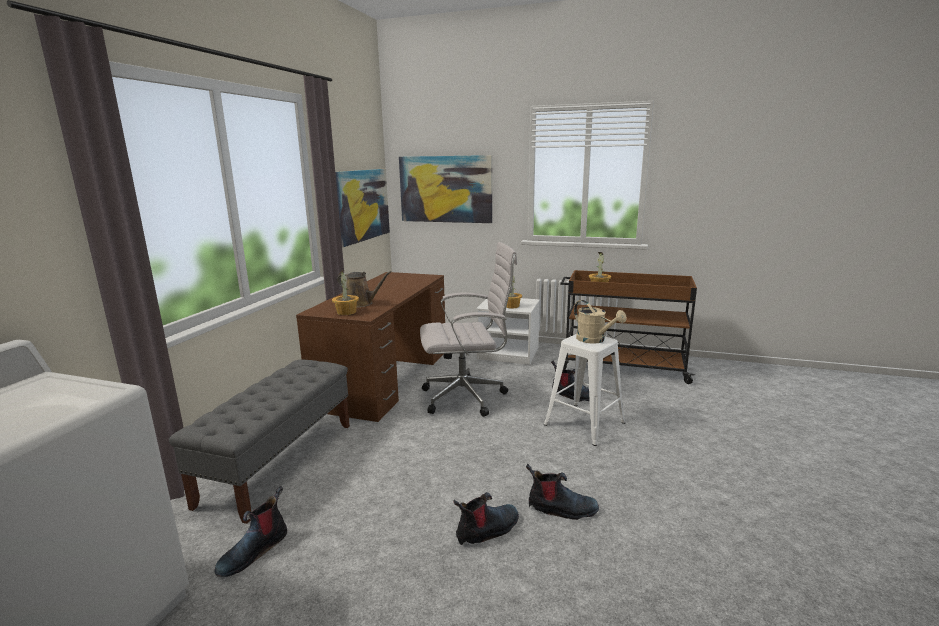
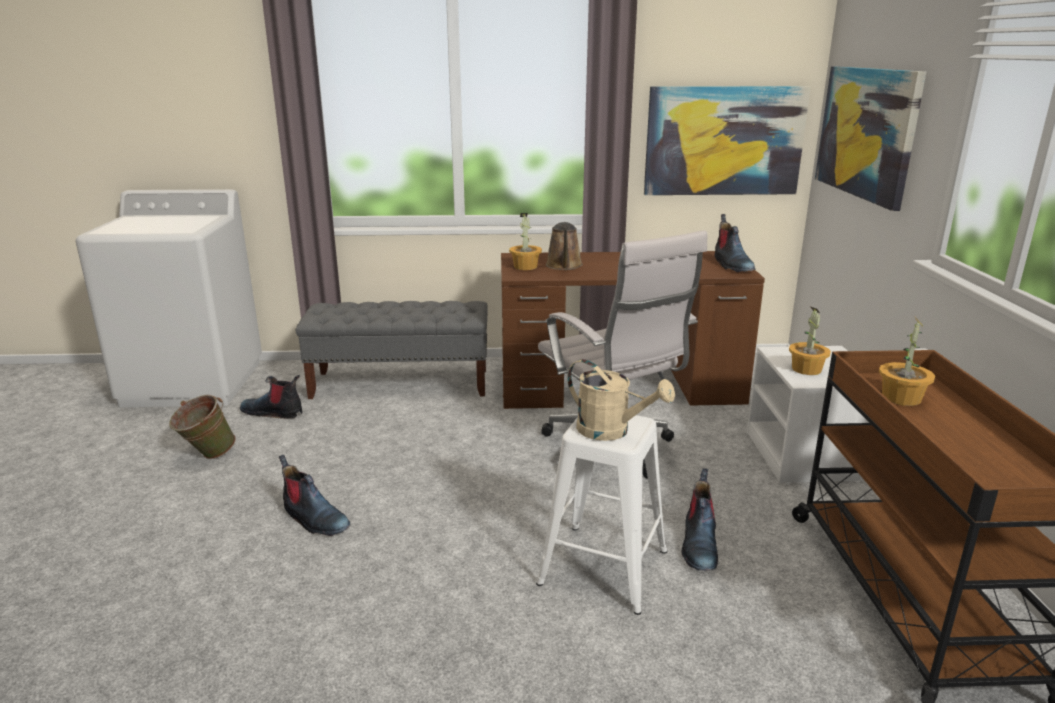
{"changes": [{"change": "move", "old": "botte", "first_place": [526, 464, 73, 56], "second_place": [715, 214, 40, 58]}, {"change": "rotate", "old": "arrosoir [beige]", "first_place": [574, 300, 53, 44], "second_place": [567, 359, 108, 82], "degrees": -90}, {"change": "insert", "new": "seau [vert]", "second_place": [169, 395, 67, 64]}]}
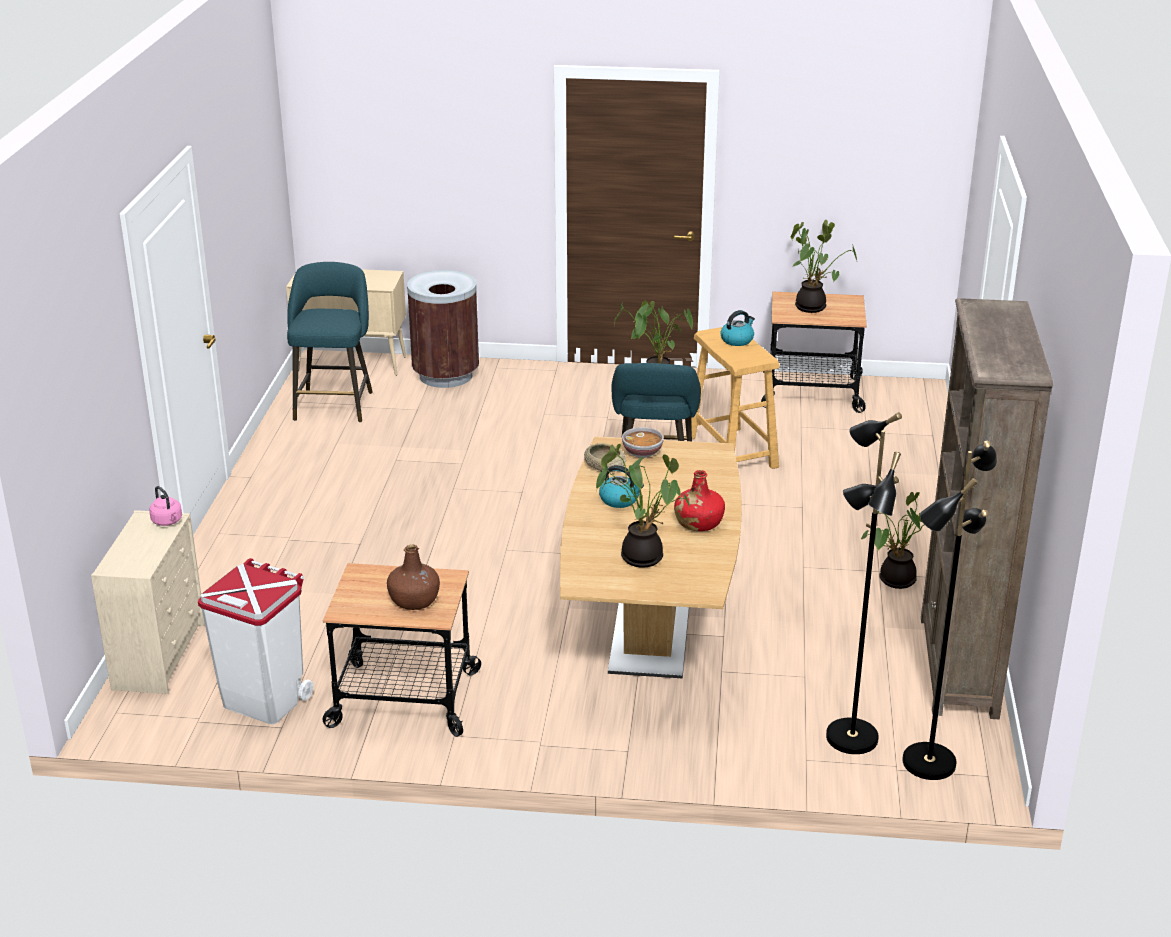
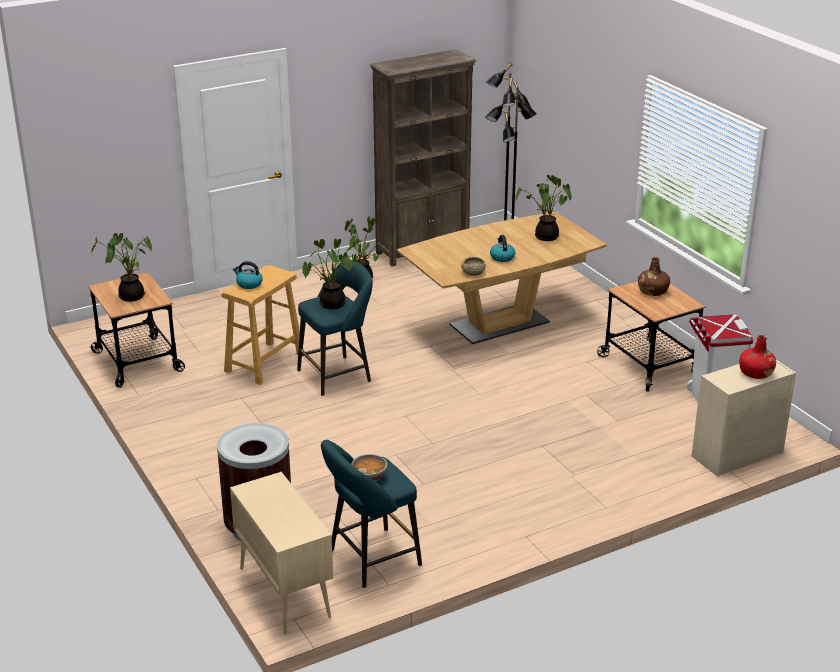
{"changes": [{"change": "delete", "old": "bouilloire [rose]", "first_place": [149, 486, 33, 40]}, {"change": "move", "old": "bol", "first_place": [622, 427, 42, 31], "second_place": [351, 454, 36, 27]}, {"change": "move", "old": "bouteille [rouge]", "first_place": [674, 470, 51, 61], "second_place": [739, 335, 37, 44]}]}
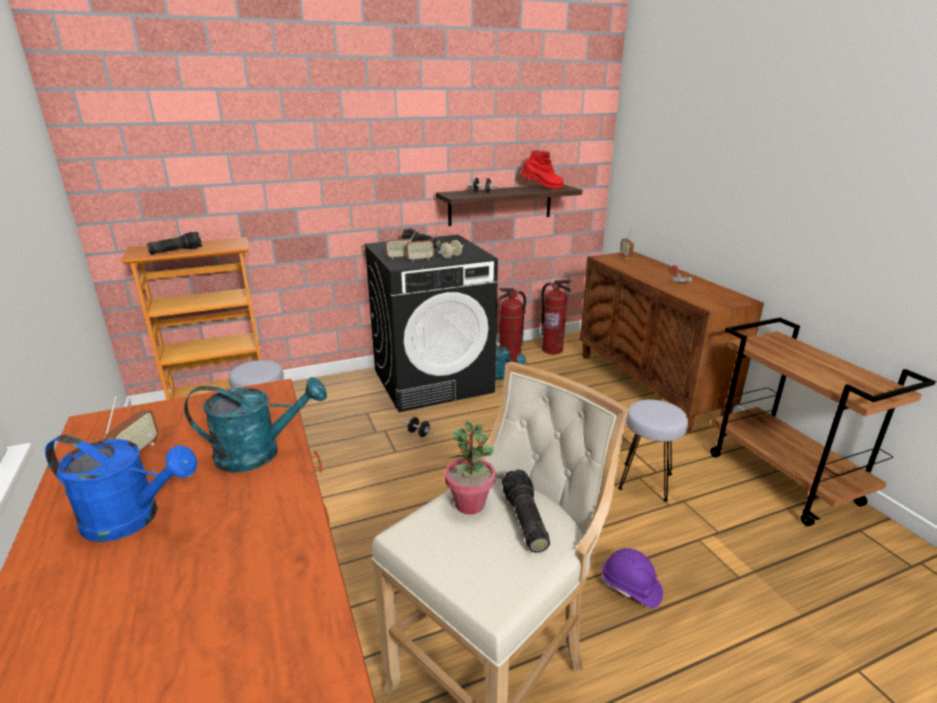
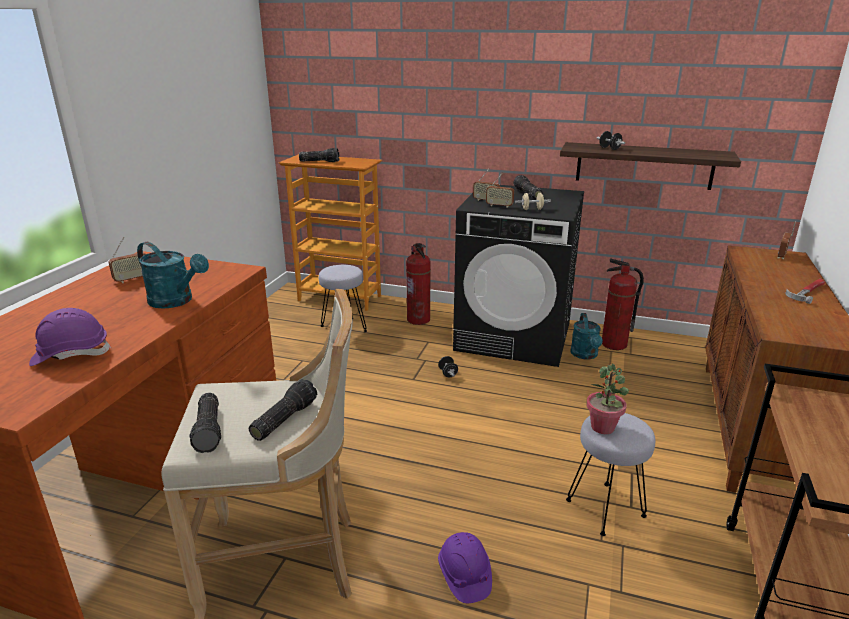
{"changes": [{"change": "delete", "old": "arrosoir [bleu]", "first_place": [45, 435, 153, 107]}, {"change": "move", "old": "plante en pot", "first_place": [445, 421, 51, 94], "second_place": [586, 363, 43, 71]}, {"change": "delete", "old": "botte [rouge]", "first_place": [521, 150, 43, 39]}, {"change": "move", "old": "extincteur", "first_place": [541, 280, 30, 74], "second_place": [406, 243, 25, 82]}, {"change": "insert", "new": "casque de chantier [violet]", "second_place": [29, 308, 83, 58]}, {"change": "insert", "new": "lampe de poche", "second_place": [189, 393, 32, 60]}]}
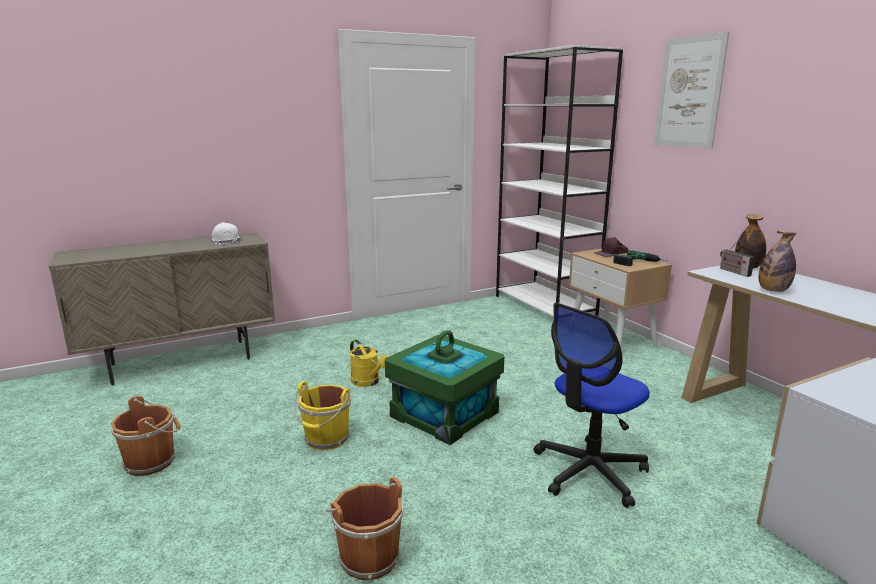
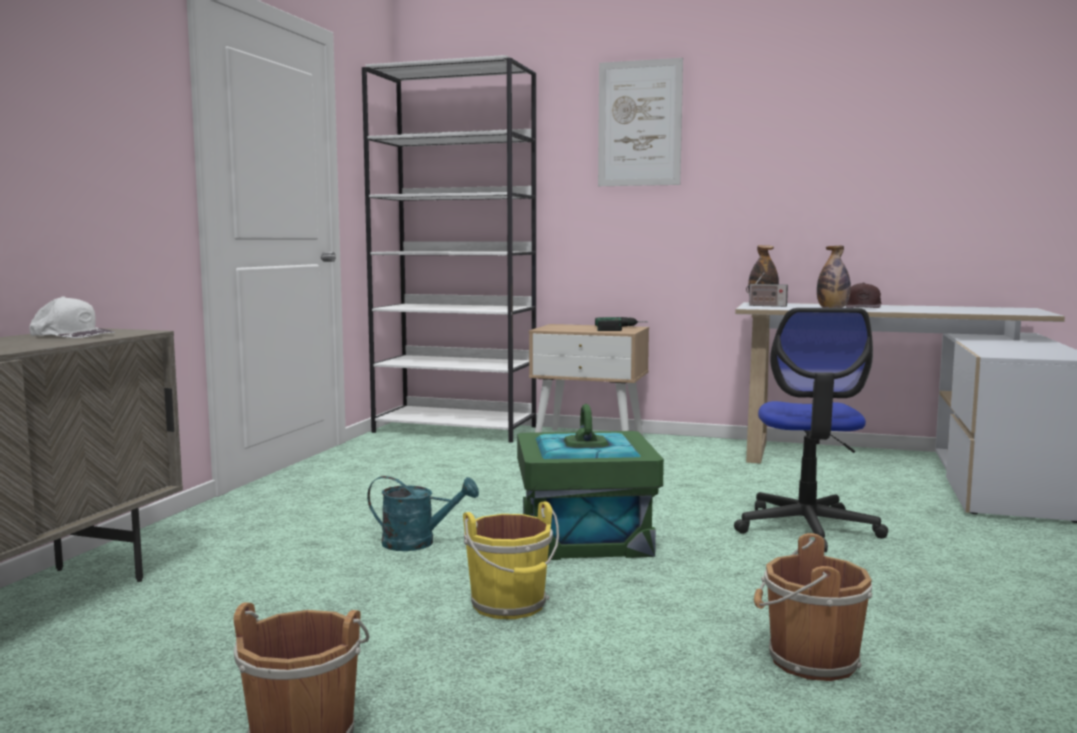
{"changes": [{"change": "recolor", "old": "arrosoir [jaune]", "new": "arrosoir [turquoise]", "first_place": [350, 340, 39, 47], "second_place": [367, 476, 112, 75]}, {"change": "move", "old": "casquette [marron]", "first_place": [594, 237, 34, 20], "second_place": [846, 283, 35, 25]}]}
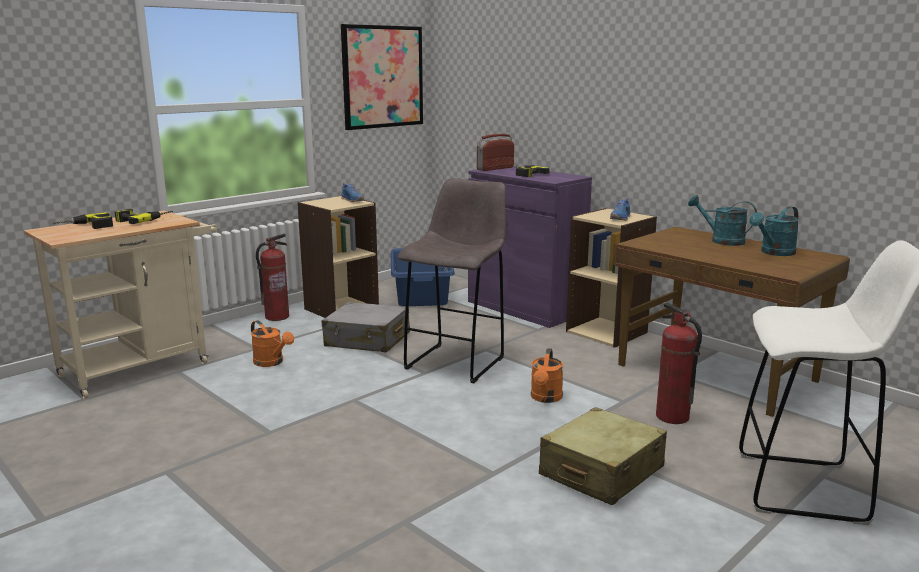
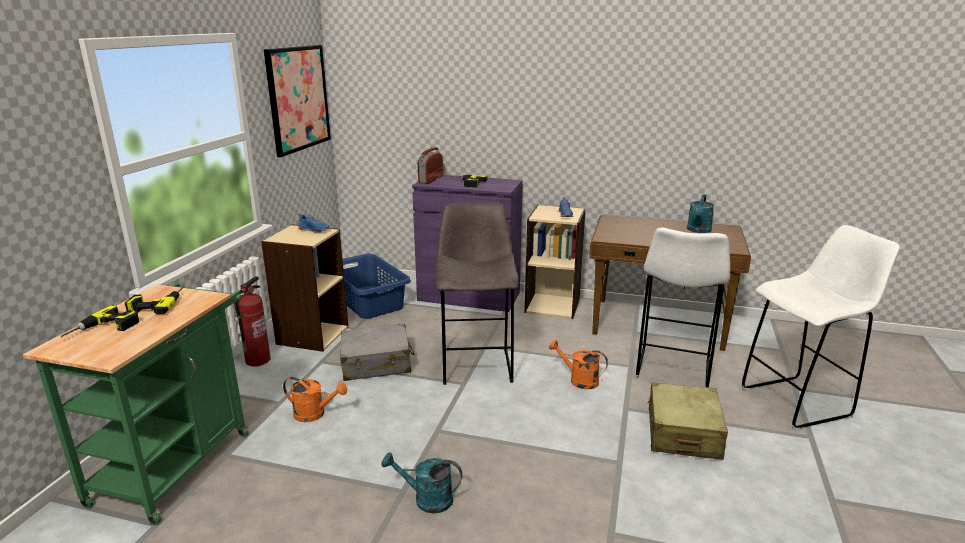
{"changes": [{"change": "recolor", "old": "chariot [beige]", "new": "chariot [vert]", "first_place": [24, 210, 193, 189], "second_place": [23, 284, 226, 241]}, {"change": "rotate", "old": "arrosoir [orange]", "first_place": [531, 348, 32, 55], "second_place": [549, 340, 59, 49], "degrees": 135}, {"change": "replace", "old": "extincteur", "new": "tabouret [blanc]", "first_place": [656, 302, 46, 122], "second_place": [635, 227, 95, 161]}, {"change": "move", "old": "arrosoir [turquoise]", "first_place": [688, 195, 69, 51], "second_place": [381, 452, 81, 62]}]}
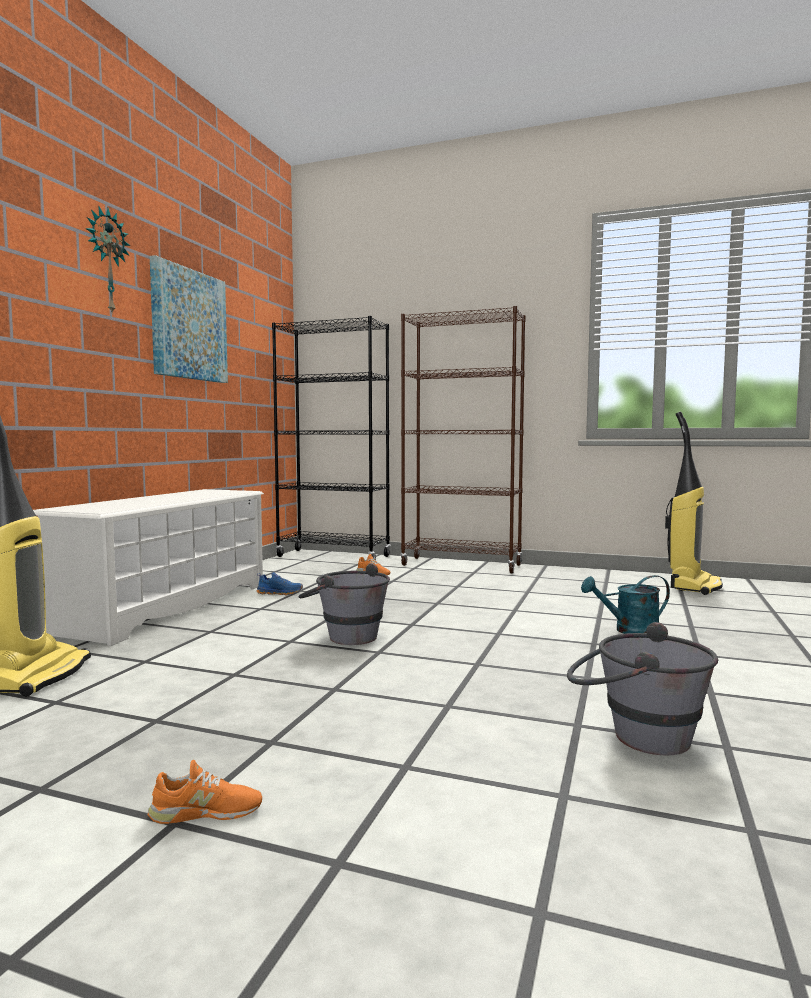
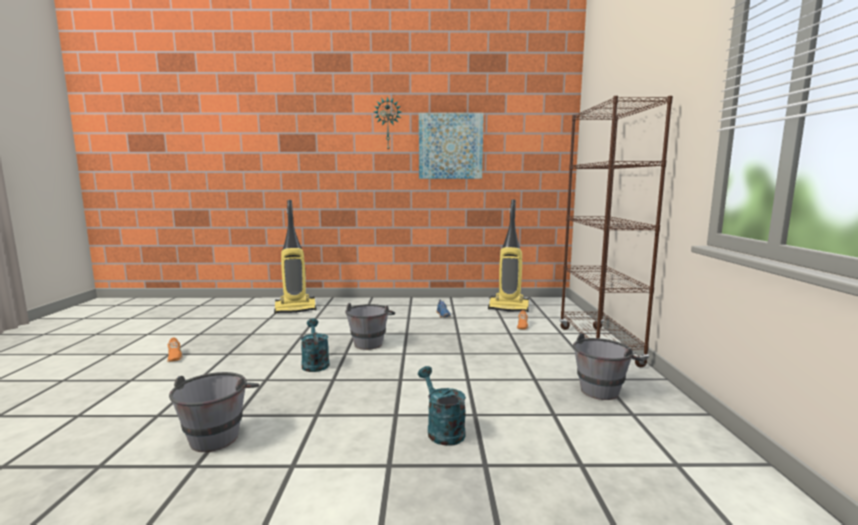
{"changes": [{"change": "delete", "old": "étagère à chaussures [blanc]", "first_place": [33, 489, 231, 157]}, {"change": "delete", "old": "bibliothèque [noir]", "first_place": [272, 316, 118, 244]}, {"change": "move", "old": "aspirateur", "first_place": [665, 412, 58, 183], "second_place": [488, 199, 41, 113]}, {"change": "insert", "new": "arrosoir [turquoise]", "second_place": [301, 318, 29, 54]}, {"change": "insert", "new": "seau [gris]", "second_place": [573, 334, 71, 66]}]}
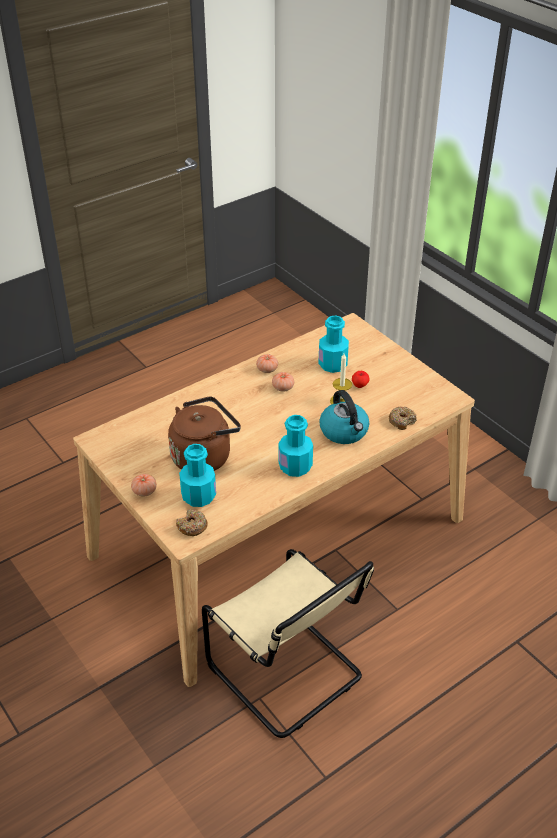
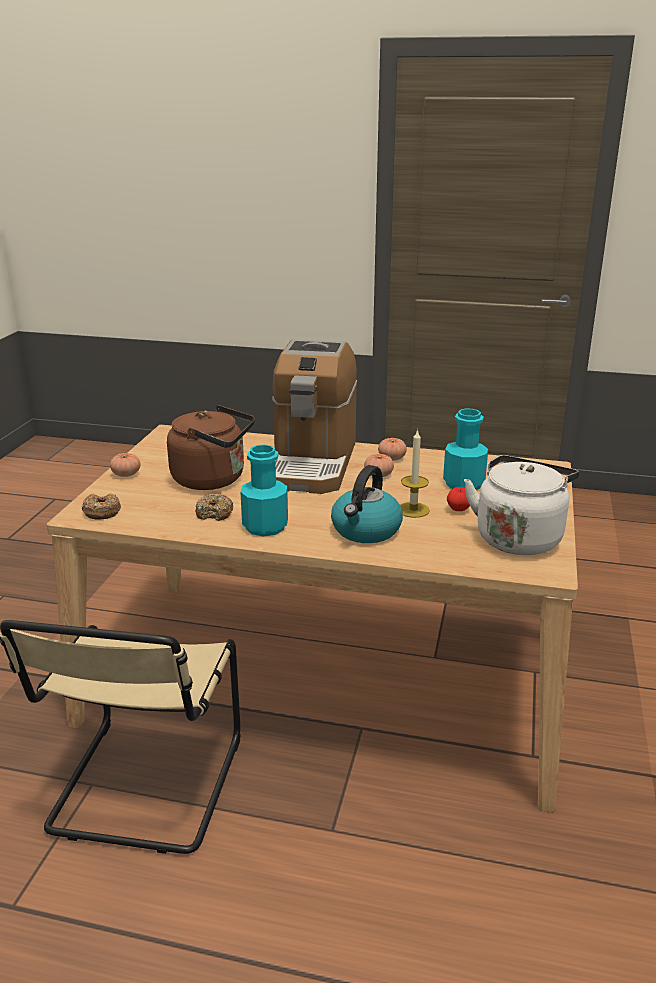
{"changes": [{"change": "delete", "old": "bouteille [turquoise]", "first_place": [179, 444, 37, 63]}, {"change": "move", "old": "beignet", "first_place": [389, 407, 28, 23], "second_place": [195, 494, 38, 27]}, {"change": "insert", "new": "machine à café", "second_place": [272, 339, 85, 155]}, {"change": "insert", "new": "bouilloire [blanc]", "second_place": [464, 455, 115, 100]}]}
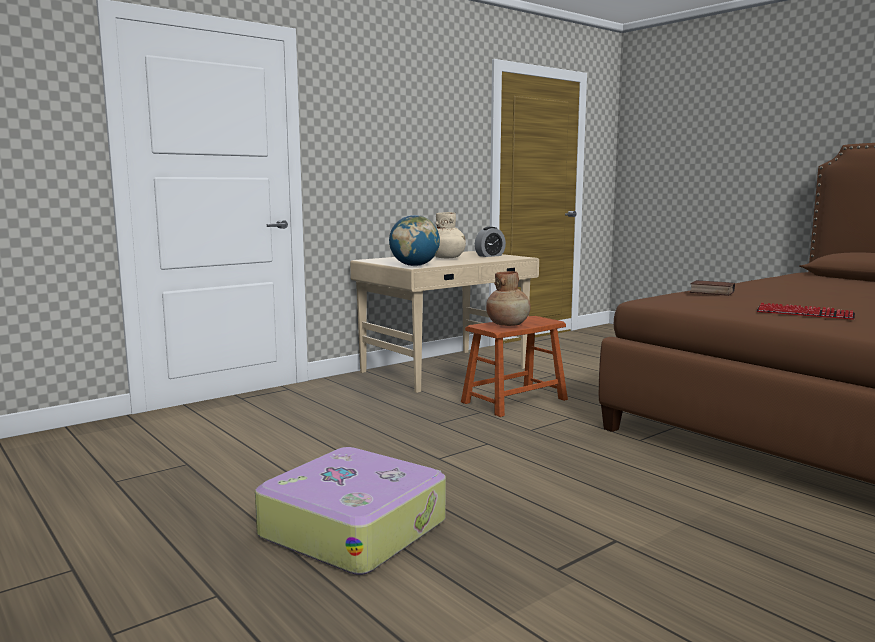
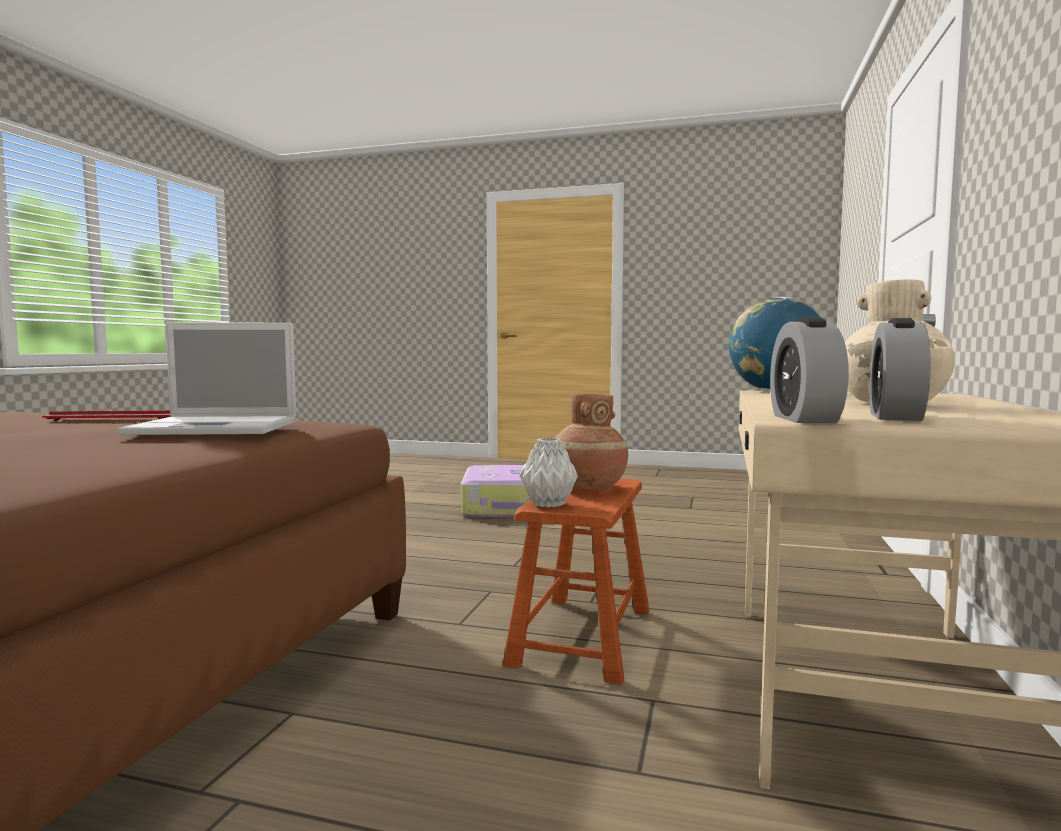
{"changes": [{"change": "replace", "old": "livre", "new": "ordinateur portable", "first_place": [690, 280, 45, 16], "second_place": [118, 322, 178, 113]}, {"change": "insert", "new": "vase [gris]", "second_place": [519, 438, 59, 69]}, {"change": "insert", "new": "réveil", "second_place": [770, 317, 79, 106]}]}
